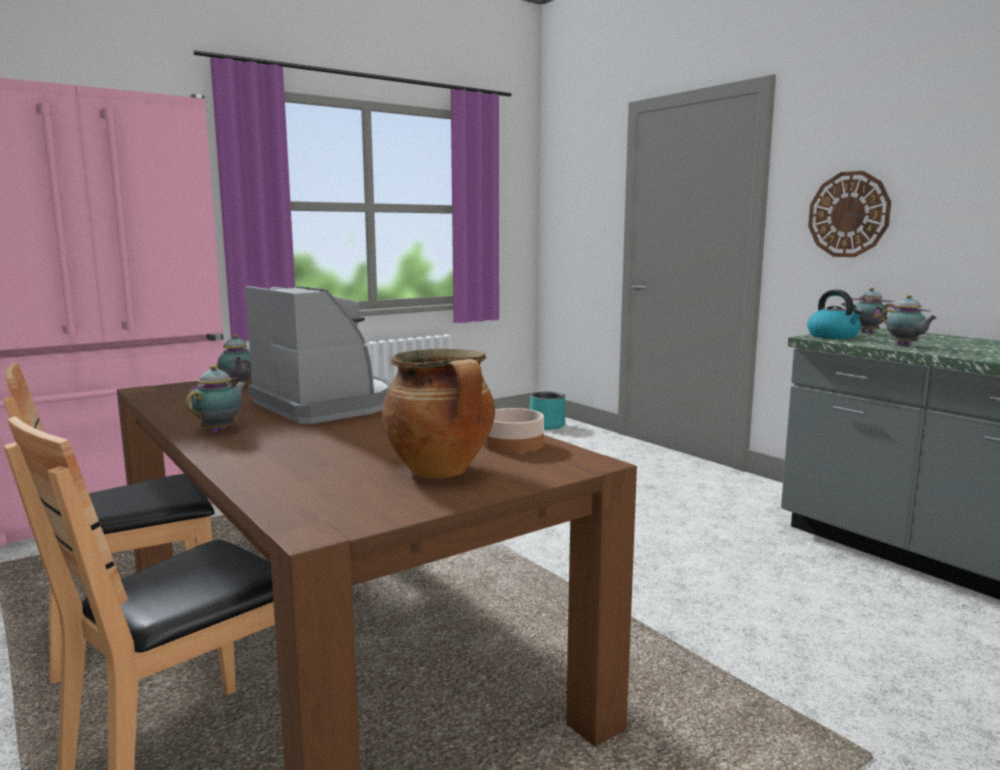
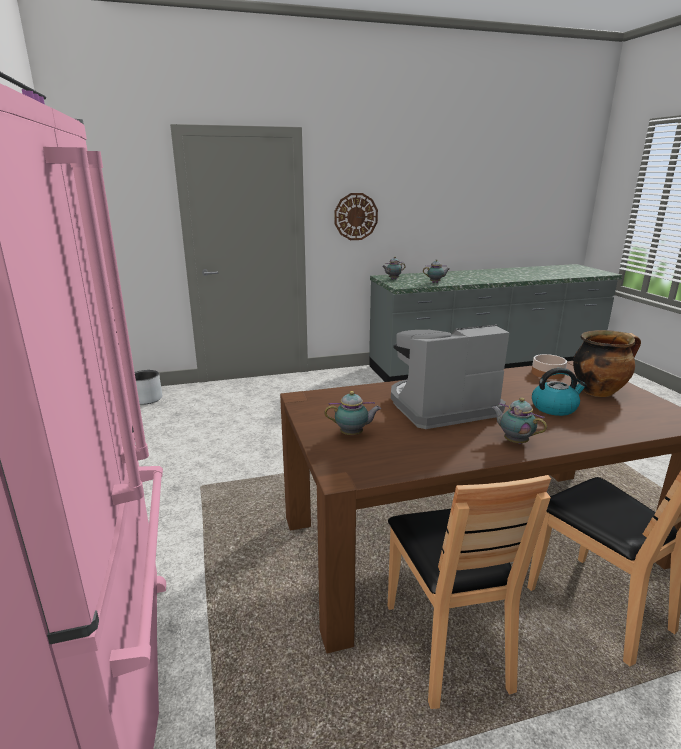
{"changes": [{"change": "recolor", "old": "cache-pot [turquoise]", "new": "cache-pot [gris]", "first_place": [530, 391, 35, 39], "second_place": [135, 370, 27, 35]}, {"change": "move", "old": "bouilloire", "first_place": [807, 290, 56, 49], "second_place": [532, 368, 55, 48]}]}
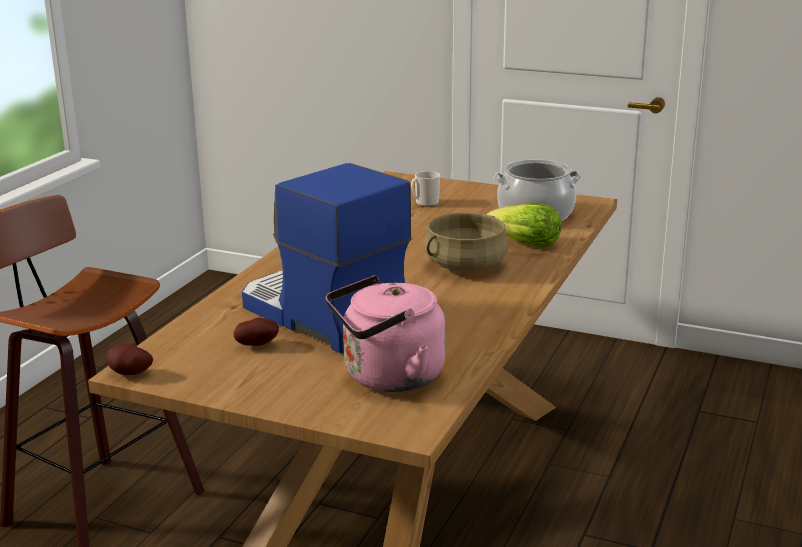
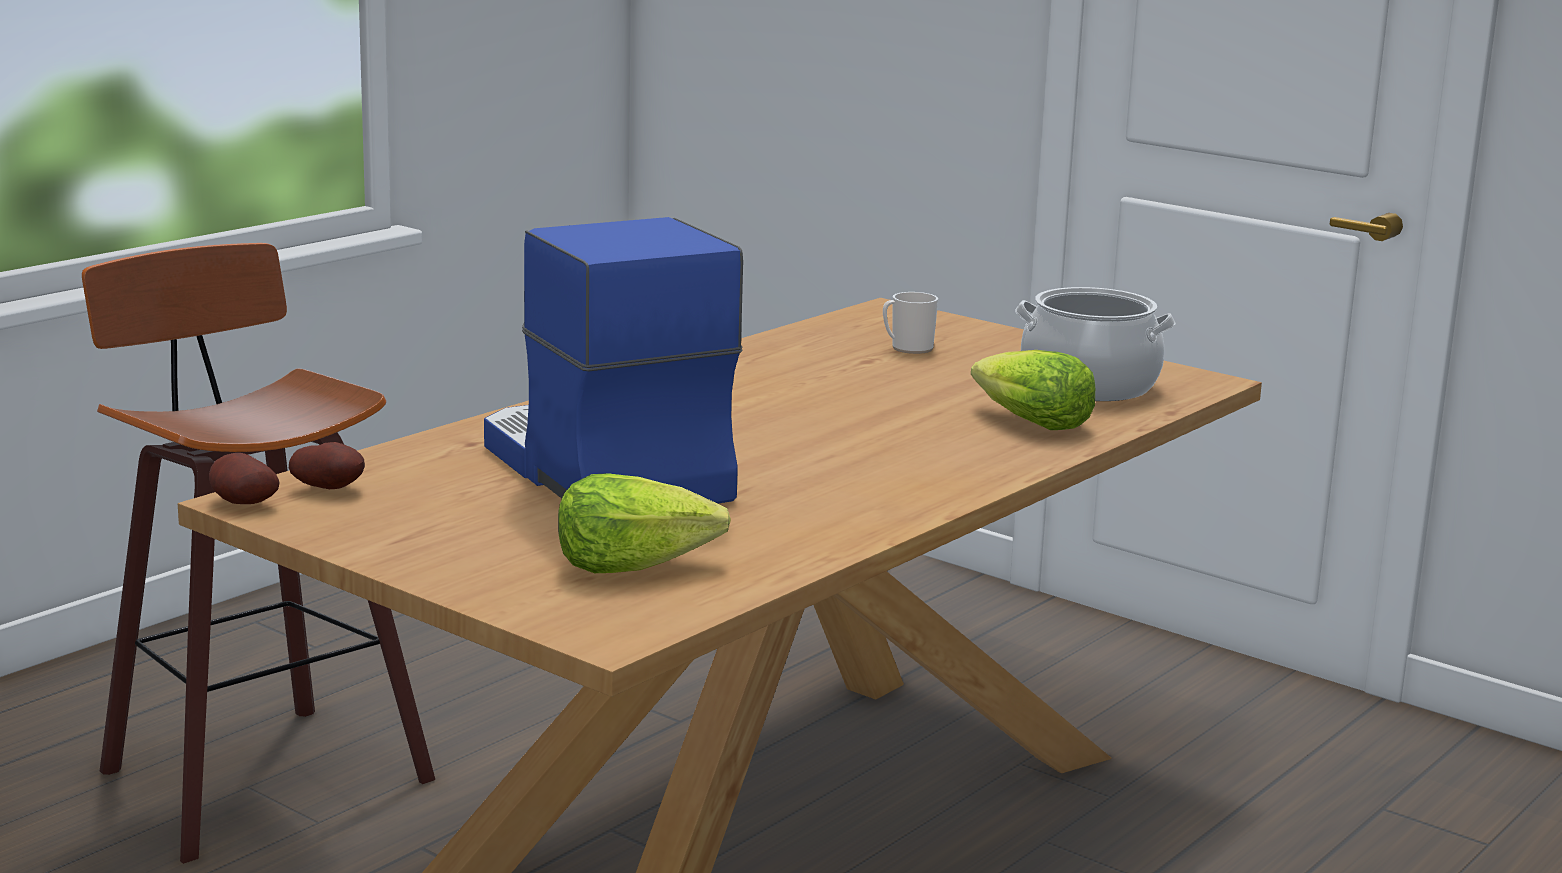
{"changes": [{"change": "move", "old": "pomme de terre", "first_place": [234, 318, 45, 28], "second_place": [289, 442, 76, 47]}, {"change": "replace", "old": "bouilloire [rose]", "new": "laitue", "first_place": [326, 275, 119, 117], "second_place": [558, 473, 173, 100]}, {"change": "delete", "old": "marmite [beige]", "first_place": [424, 213, 84, 58]}]}
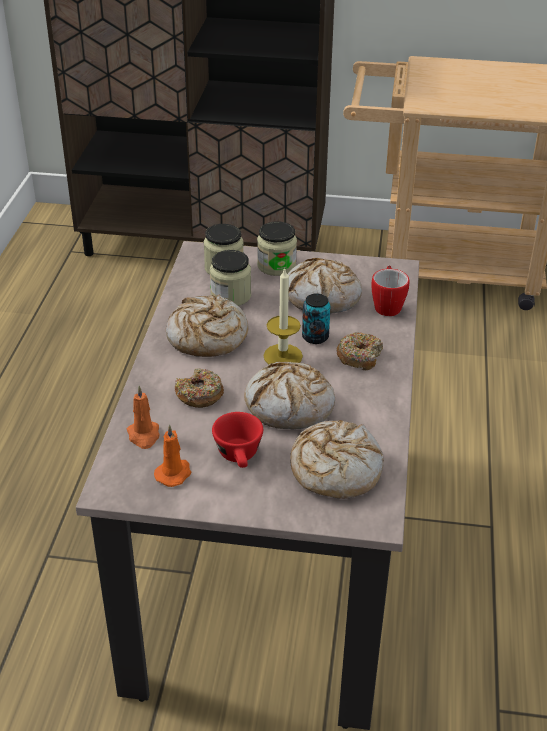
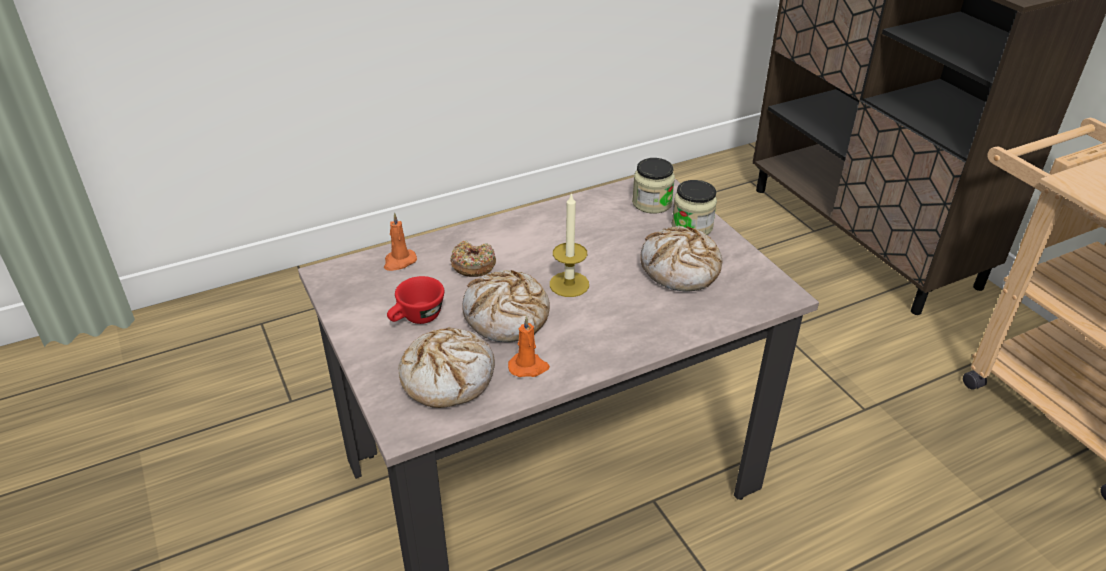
{"changes": [{"change": "move", "old": "bougie [orange]", "first_place": [154, 424, 37, 63], "second_place": [508, 316, 42, 61]}, {"change": "delete", "old": "pain", "first_place": [166, 294, 83, 63]}, {"change": "delete", "old": "bocal", "first_place": [210, 250, 41, 56]}, {"change": "delete", "old": "boîte métallique", "first_place": [302, 293, 29, 51]}, {"change": "delete", "old": "beignet", "first_place": [336, 332, 47, 39]}, {"change": "delete", "old": "mug", "first_place": [371, 265, 38, 51]}]}
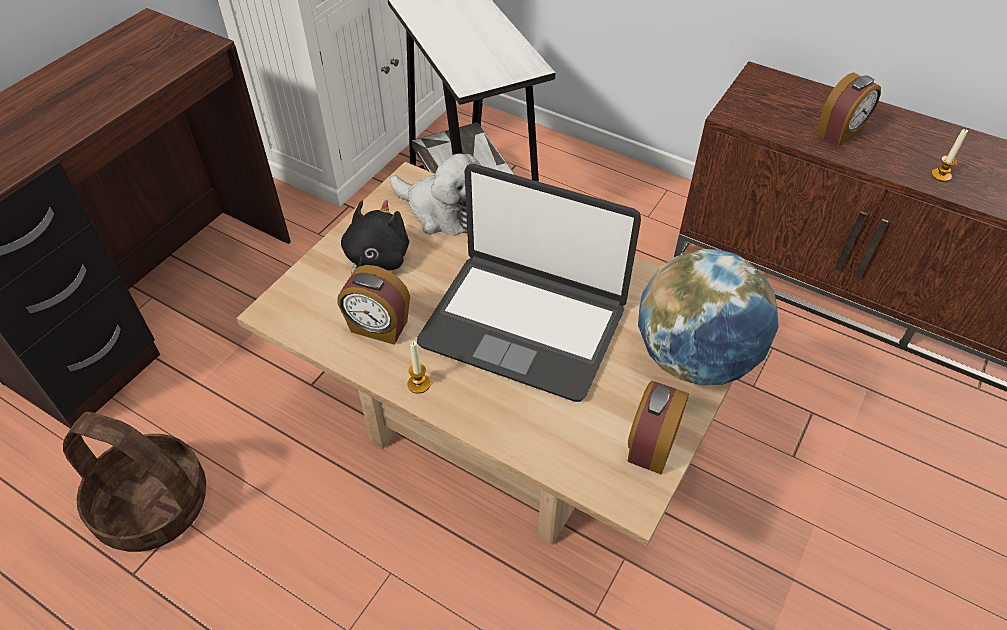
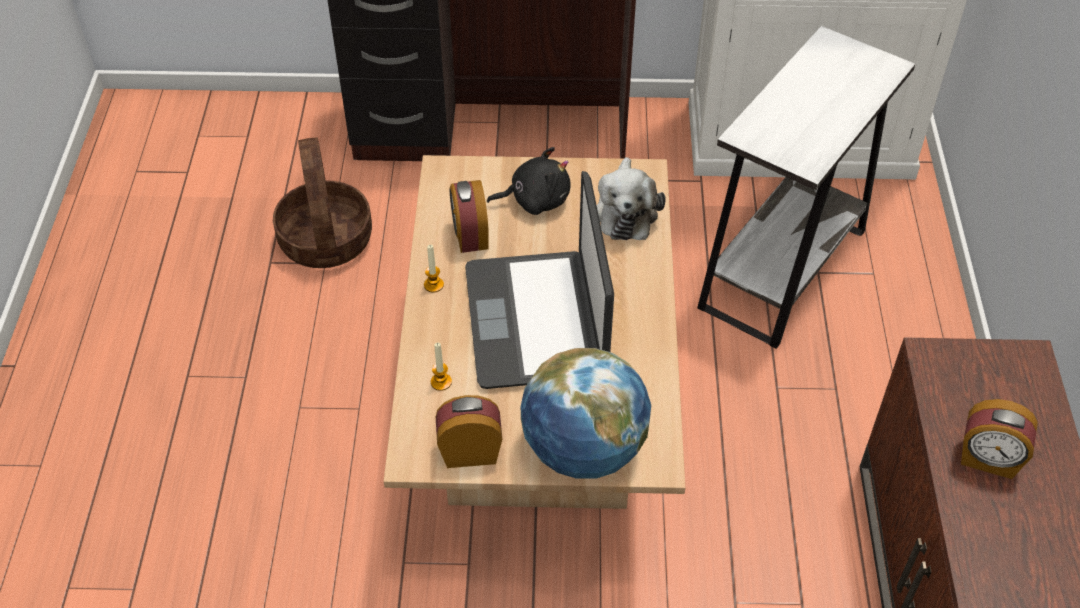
{"changes": [{"change": "move", "old": "bougie", "first_place": [931, 129, 37, 53], "second_place": [431, 343, 21, 48]}]}
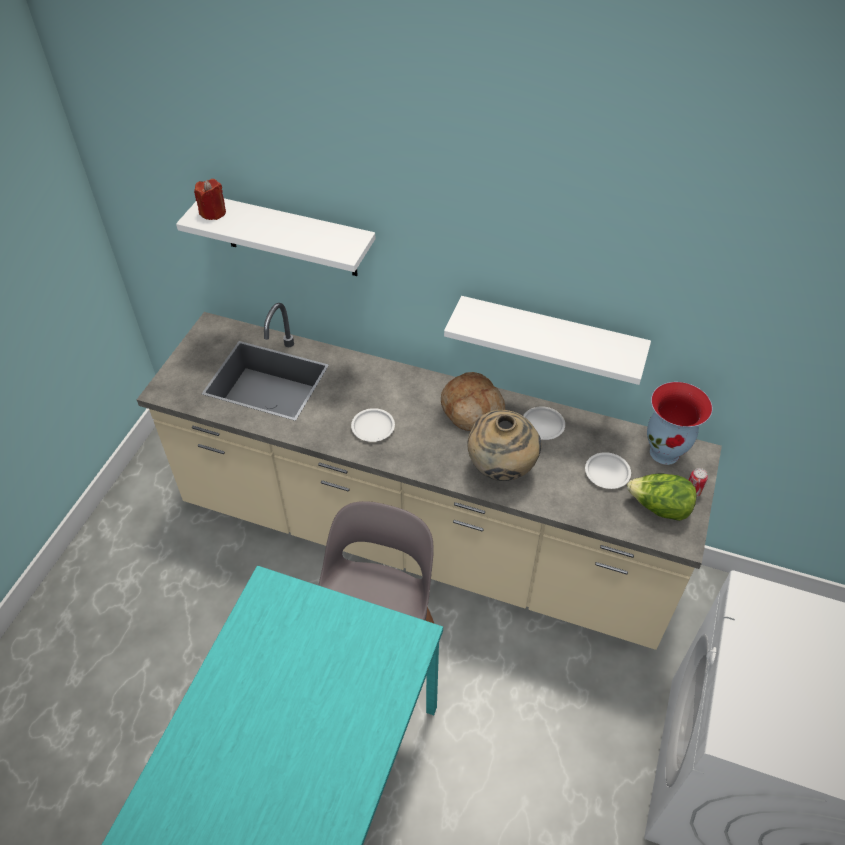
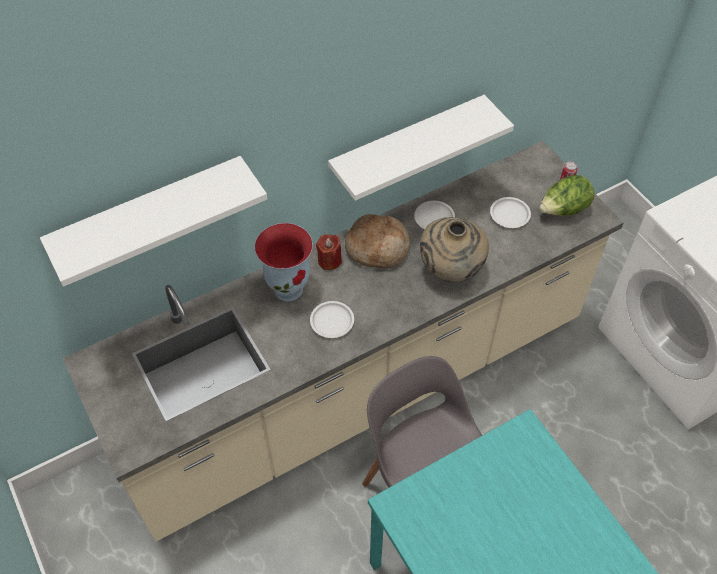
{"changes": [{"change": "move", "old": "bougie [rouge]", "first_place": [194, 179, 32, 41], "second_place": [316, 234, 26, 36]}, {"change": "move", "old": "vase", "first_place": [647, 382, 65, 83], "second_place": [255, 223, 58, 78]}]}
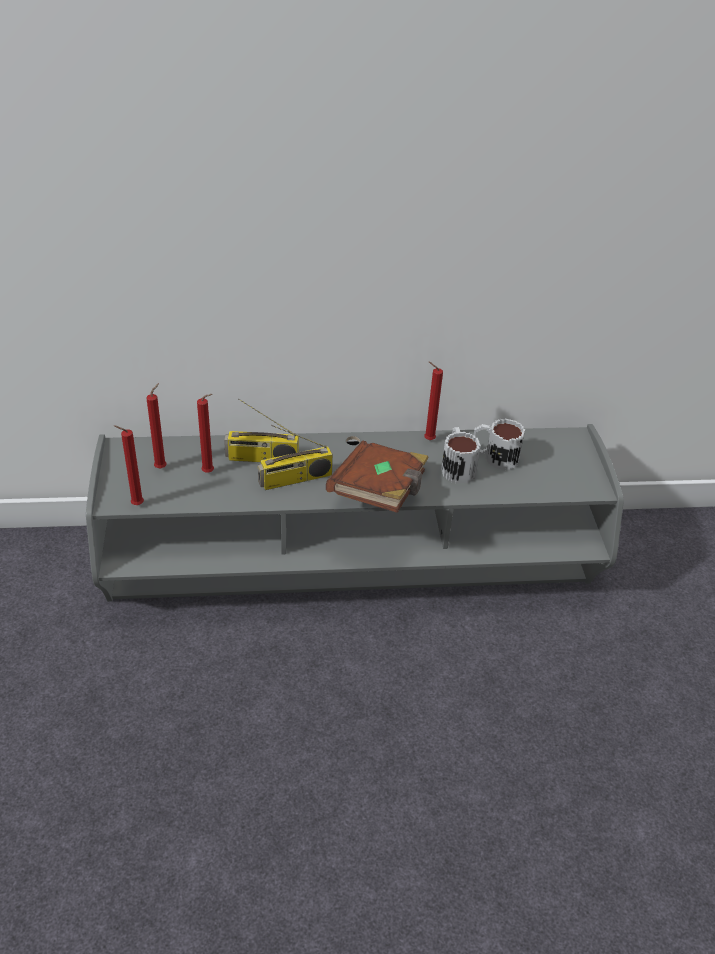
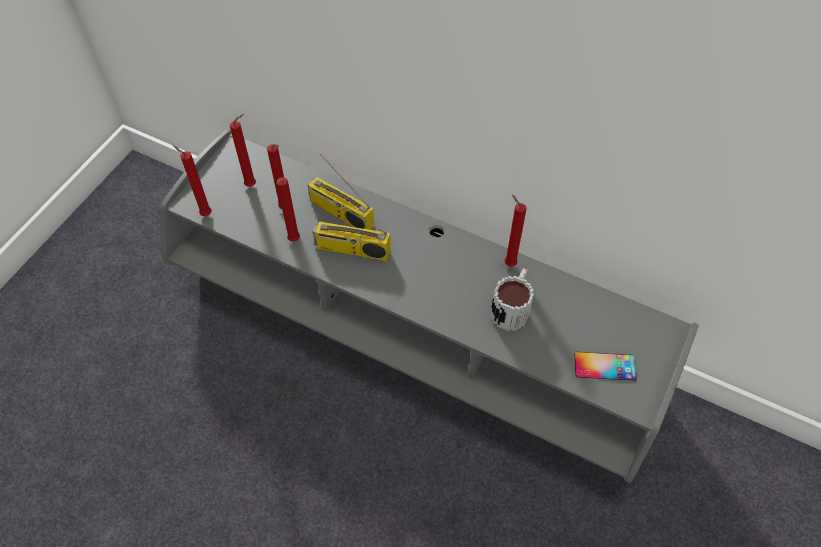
{"changes": [{"change": "delete", "old": "livre [marron]", "first_place": [326, 441, 103, 72]}, {"change": "delete", "old": "mug", "first_place": [474, 419, 51, 51]}, {"change": "insert", "new": "bougie [rouge]", "second_place": [277, 177, 23, 64]}, {"change": "insert", "new": "téléphone", "second_place": [574, 352, 63, 29]}]}
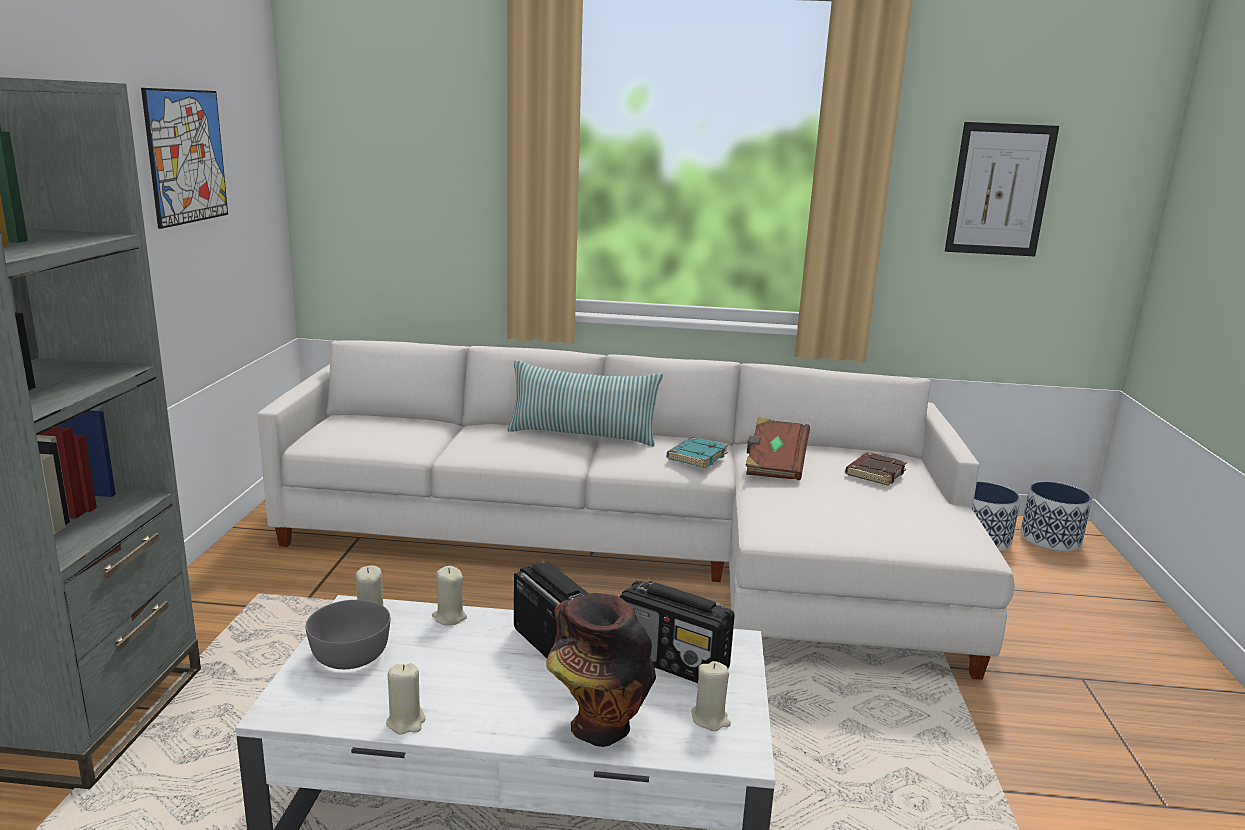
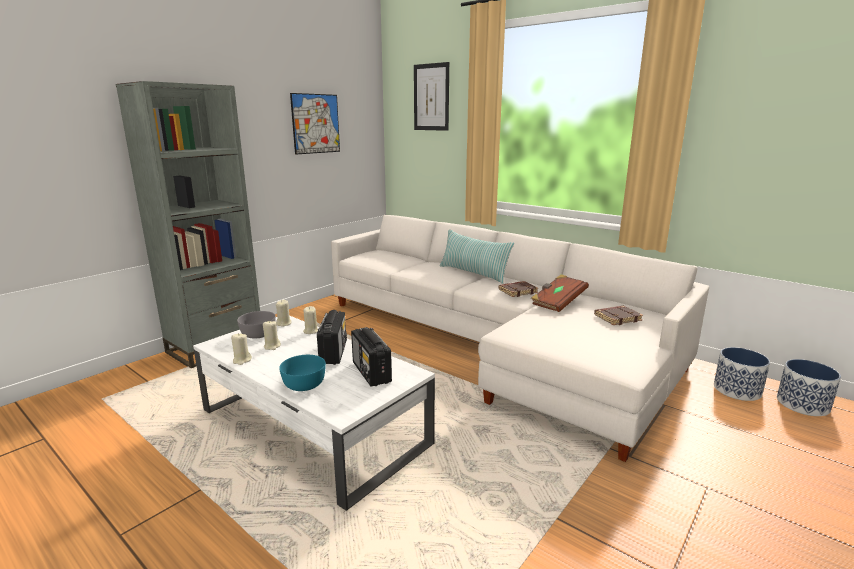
{"changes": [{"change": "replace", "old": "vase", "new": "bol [turquoise]", "first_place": [546, 593, 110, 154], "second_place": [279, 355, 47, 36]}, {"change": "recolor", "old": "livre [turquoise]", "new": "livre [marron]", "first_place": [667, 437, 61, 31], "second_place": [499, 281, 39, 16]}, {"change": "move", "old": "bougie [beige]", "first_place": [691, 661, 40, 70], "second_place": [263, 320, 18, 30]}, {"change": "move", "old": "tableau", "first_place": [945, 122, 114, 134], "second_place": [414, 62, 35, 69]}]}
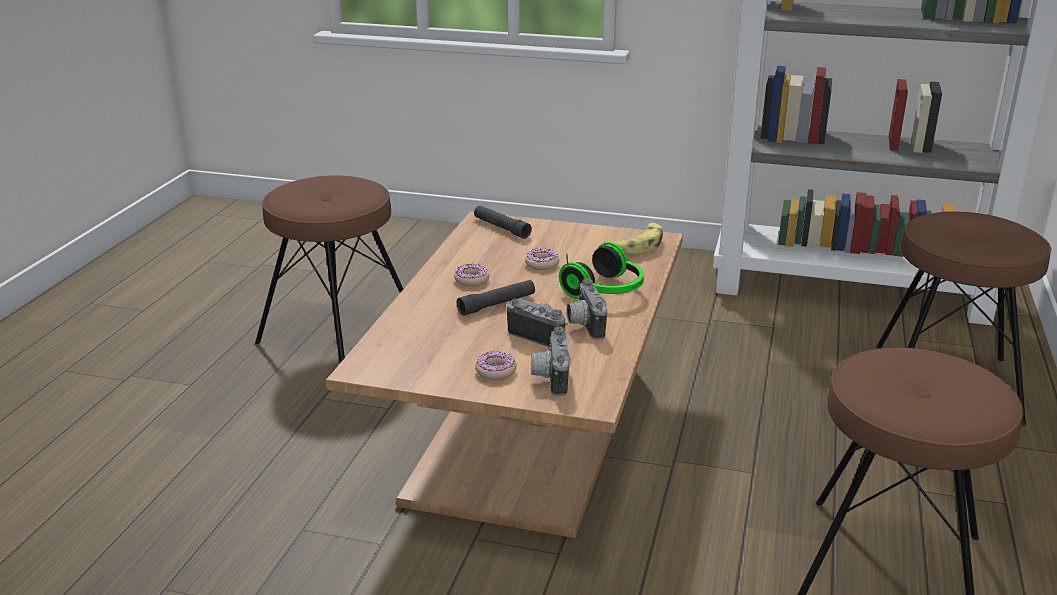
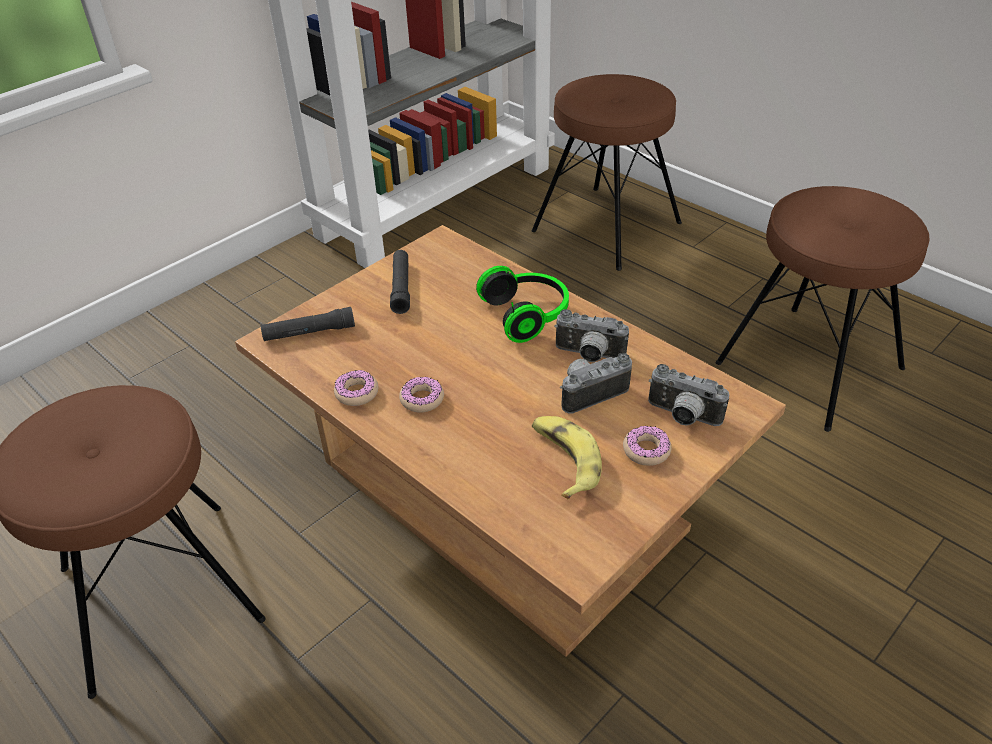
{"changes": [{"change": "move", "old": "lampe de poche [noir]", "first_place": [457, 280, 78, 36], "second_place": [390, 250, 20, 64]}, {"change": "move", "old": "beignet", "first_place": [525, 248, 34, 22], "second_place": [334, 370, 45, 36]}, {"change": "move", "old": "banane", "first_place": [604, 223, 59, 31], "second_place": [532, 416, 70, 83]}]}
